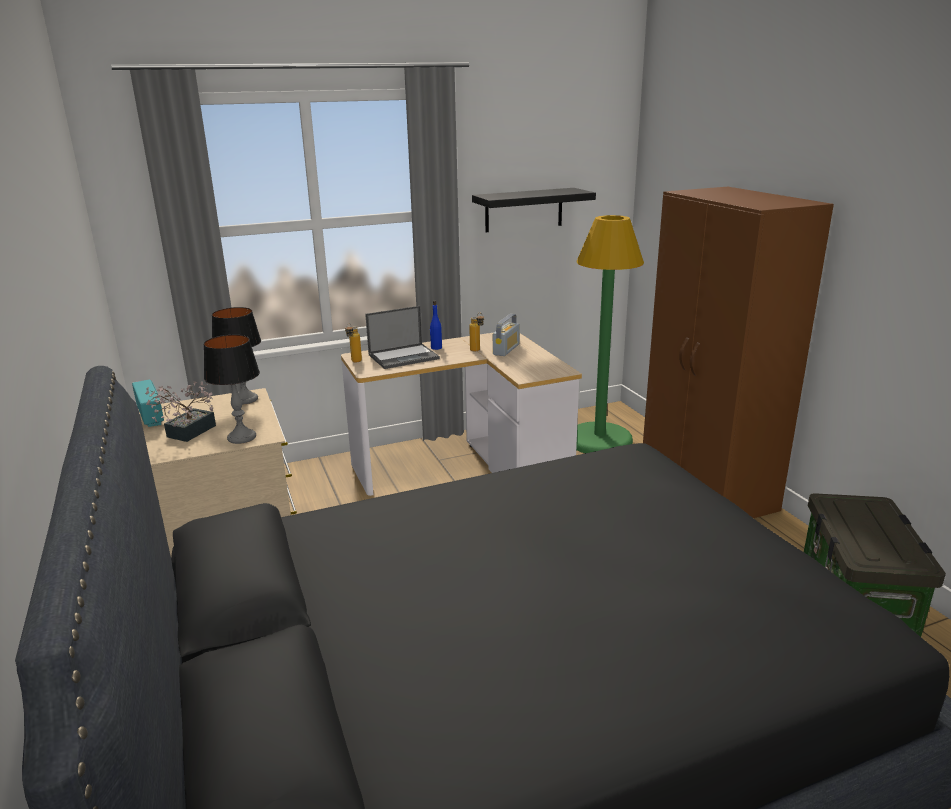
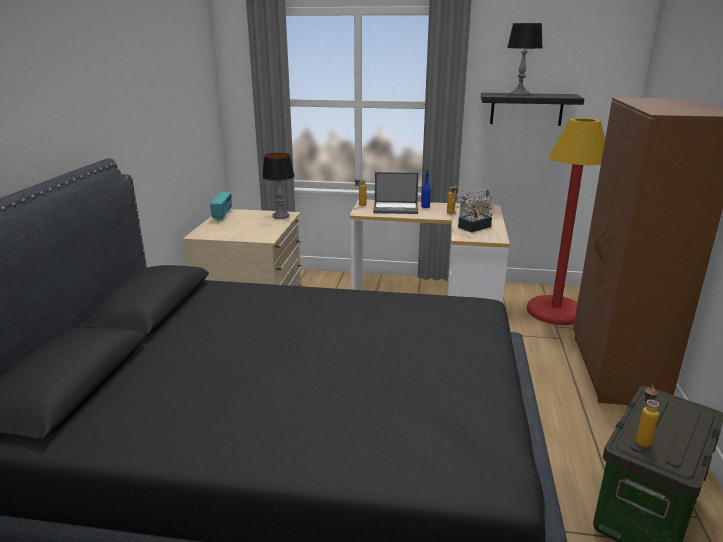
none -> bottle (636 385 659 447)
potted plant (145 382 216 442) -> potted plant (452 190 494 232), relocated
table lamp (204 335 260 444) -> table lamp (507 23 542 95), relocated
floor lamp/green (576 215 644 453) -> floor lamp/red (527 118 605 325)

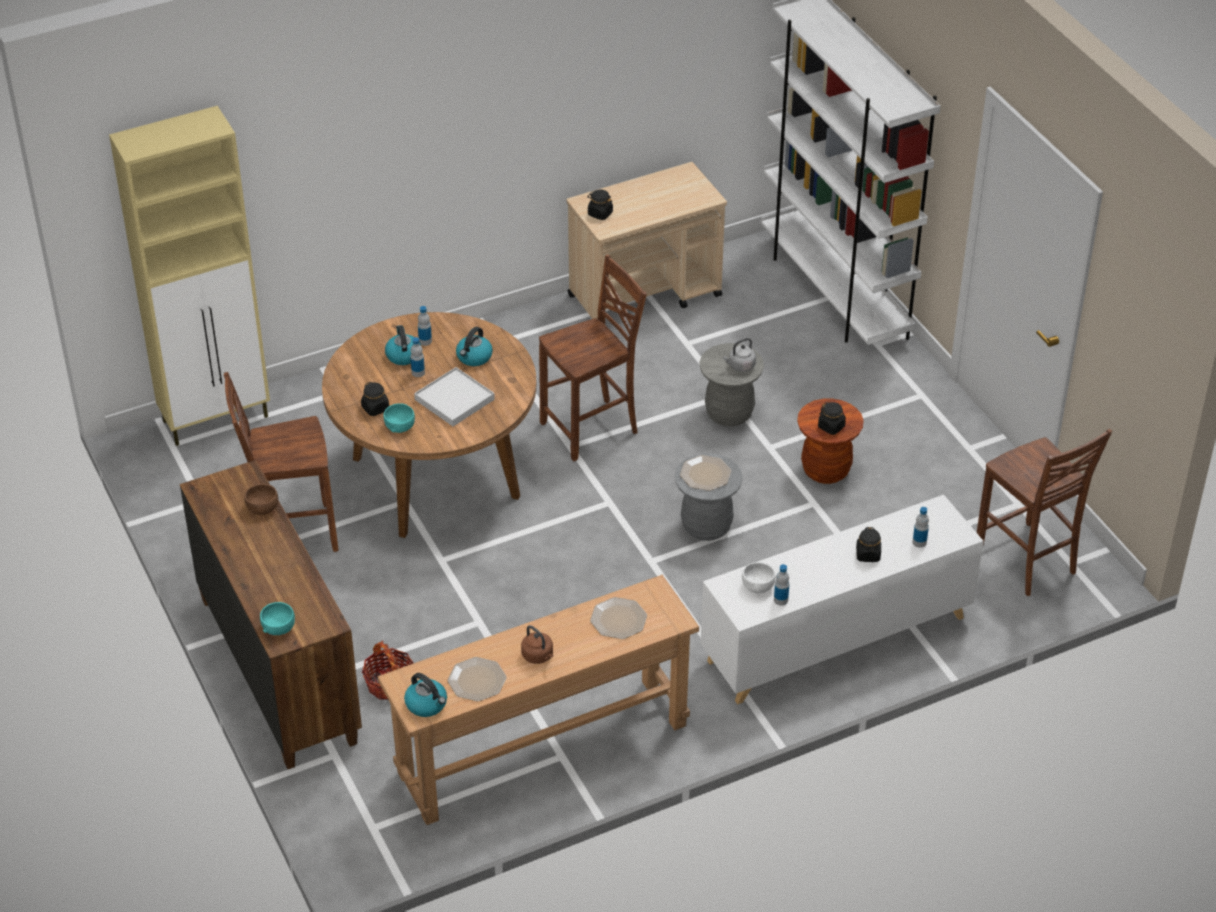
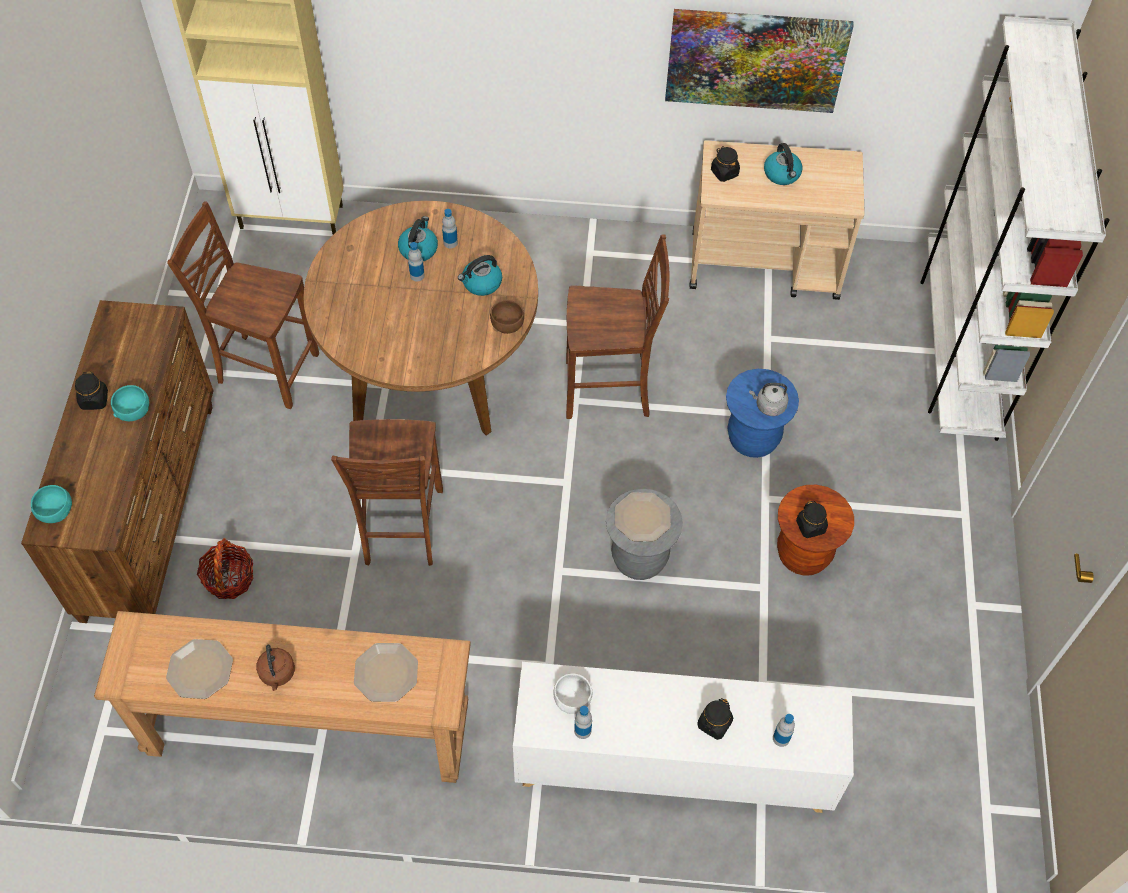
tray/white (414 367 495 426) -> none
none -> picture (665 9 854 113)
bowl/brown (244 484 278 515) -> bowl/brown (490 300 524 334), relocated
jar/black (361 382 389 416) -> jar/black (75 371 108 410), relocated
bowl/turquoise (383 403 415 433) -> bowl/turquoise (111 385 149 421), relocated
kettle (404 673 447 717) -> kettle (764 143 802 185), relocated
chair/brown (977 429 1112 596) -> chair/brown (331 419 443 566), relocated
stool/grey (699 343 764 426) -> stool/blue (726 369 799 458)

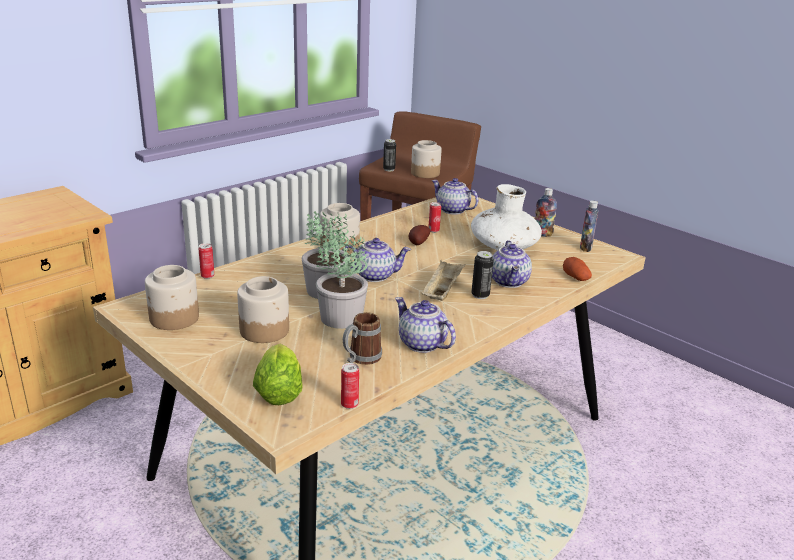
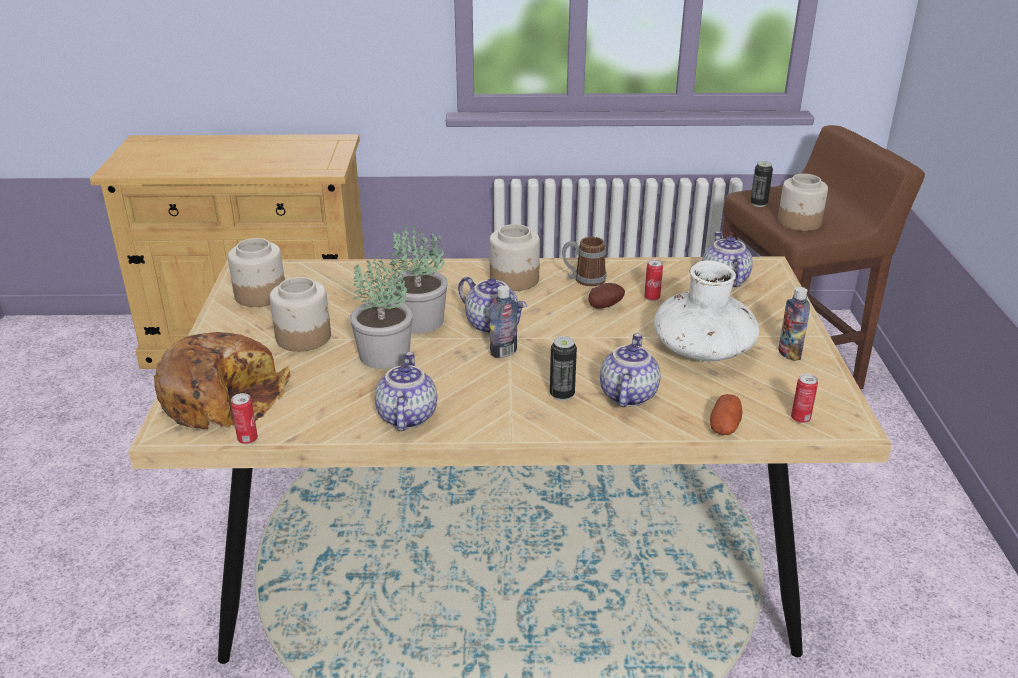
tray/beige (422 260 466 301) -> none
can (198 243 214 279) -> can (791 374 818 423), relocated
mug (343 312 382 365) -> mug (562 237 606 287), relocated
bottle (580 200 598 252) -> bottle (490 285 517 358), relocated
lettuce (253 344 303 405) -> bread (154 332 290 429)
teapot (492 240 532 288) -> teapot (600 333 660 407), 150 degrees clockwise

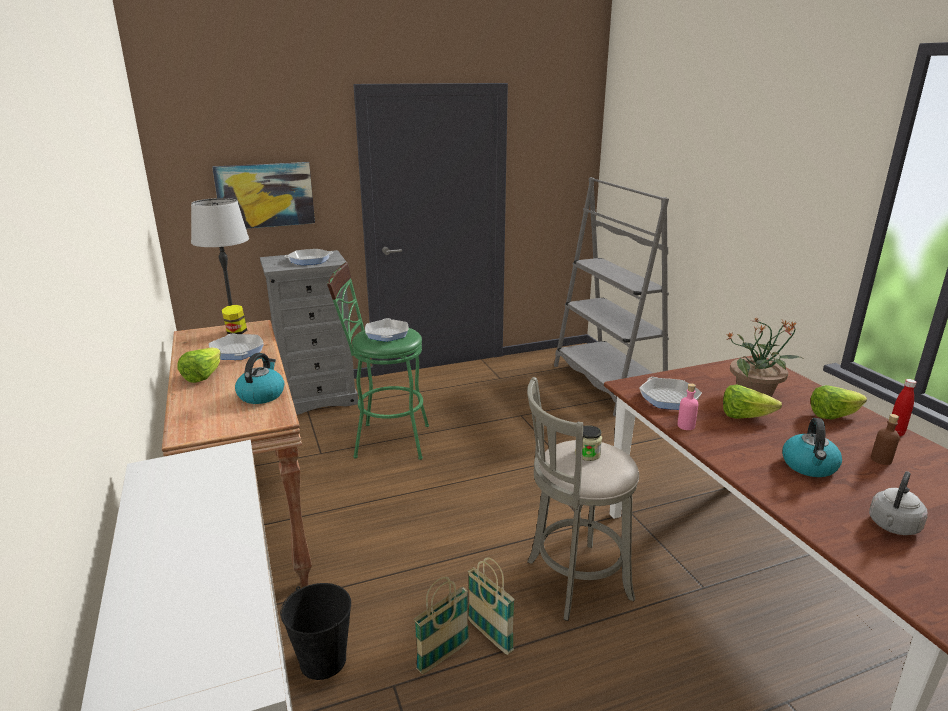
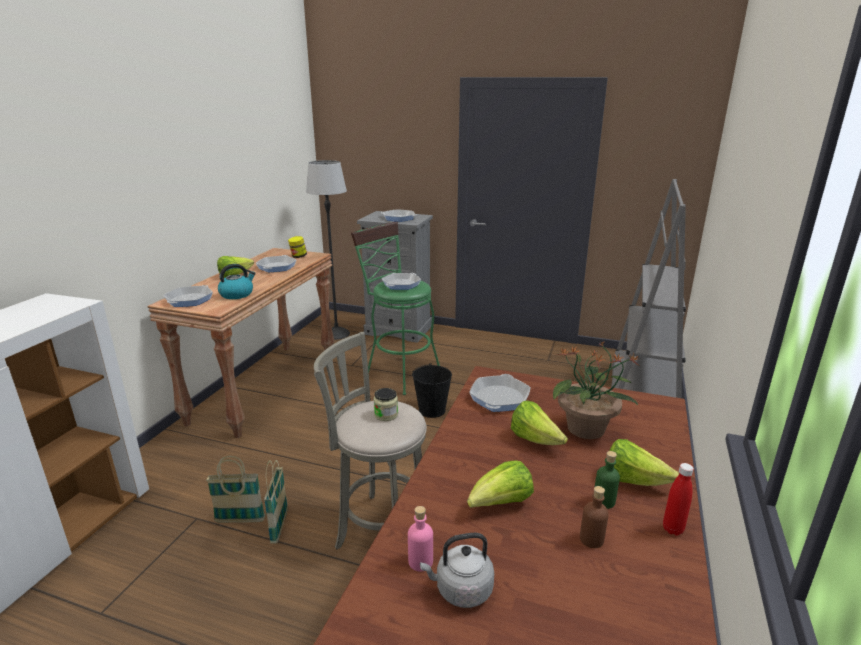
picture (212 162 315 229) -> none
none -> frying pan (164 285 213 307)
none -> bottle/green (595 451 620 509)
bucket/black (280 583 351 680) -> bucket/black (412 363 452 418), relocated
bottle/pink (677 383 698 430) -> bottle/pink (408 506 433 572), relocated
kettle (782 418 842 477) -> lettuce (467 460 534 508)

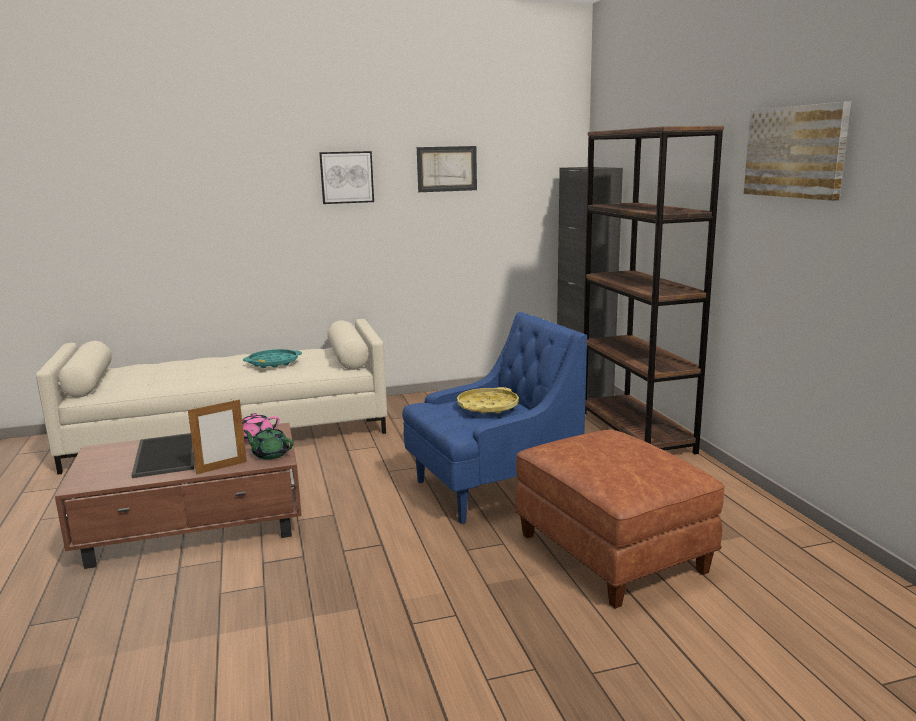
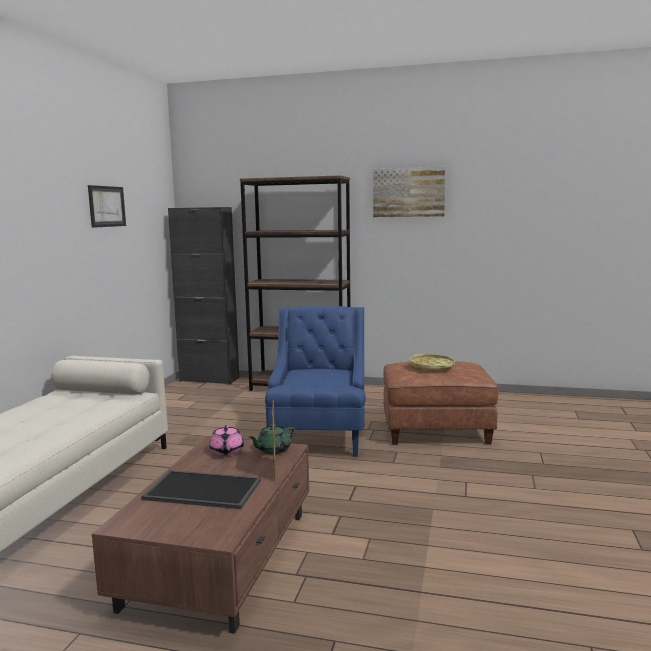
tray/turquoise (243 349 302 368) -> none
picture (319 151 374 204) -> none
tray/yellow (457 387 519 414) -> tray/yellow (409 354 455 371), relocated

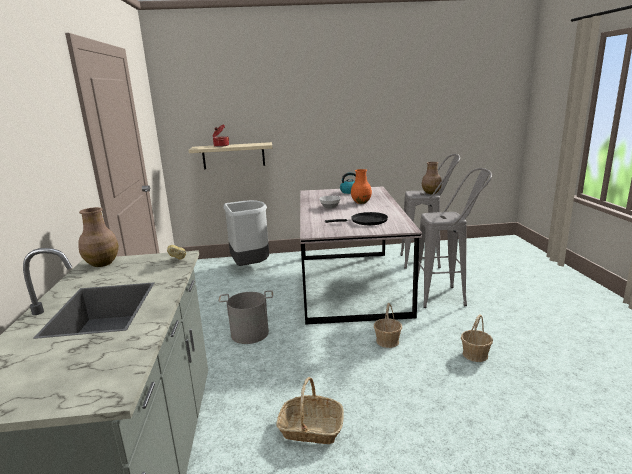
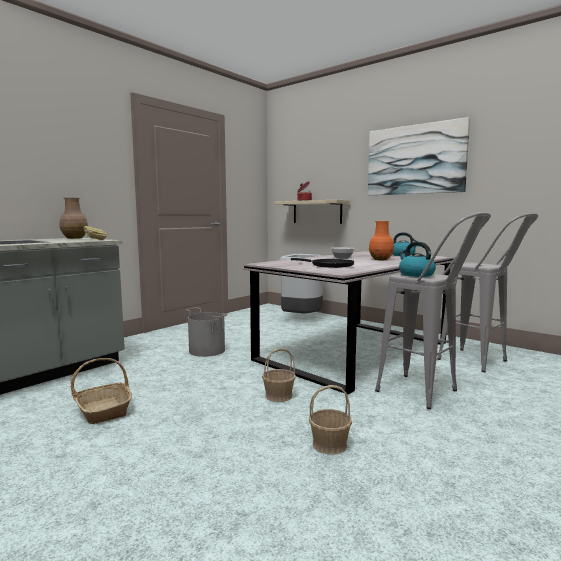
vase/brown (422 162 442 194) -> none
none -> picture (368 117 470 195)
none -> kettle (399 242 436 277)

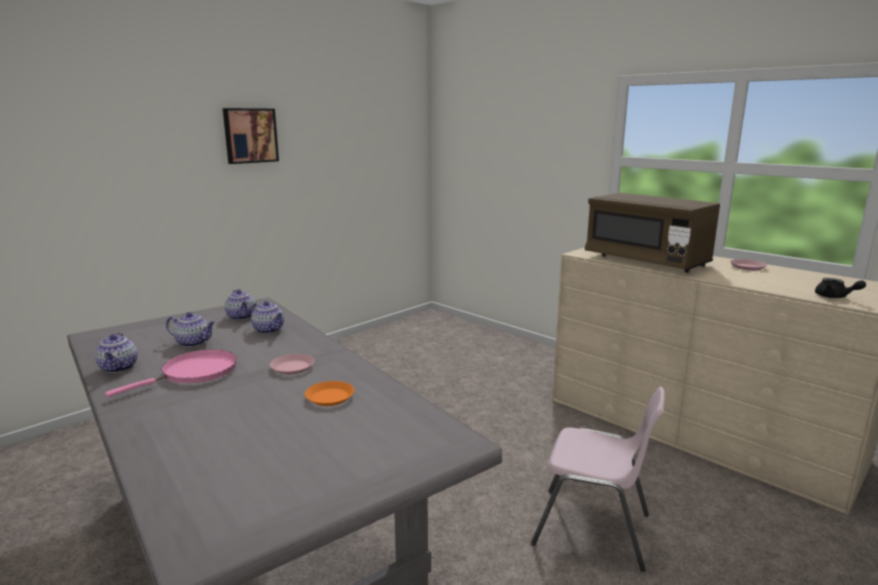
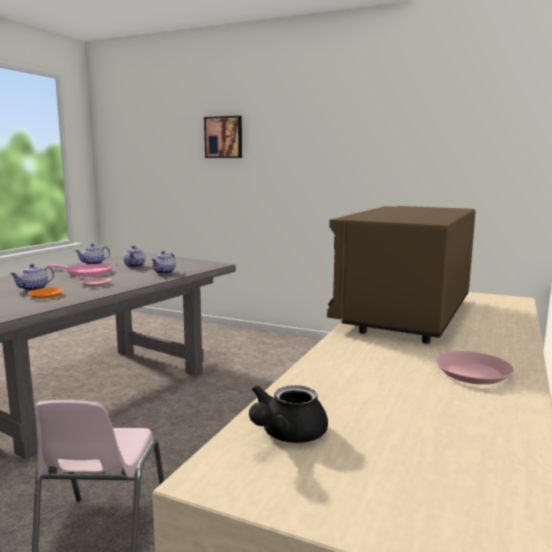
picture (223 108 279 164) -> picture (204 116 242 158), relocated
teapot (225 289 256 320) -> teapot (11 264 54 291), relocated

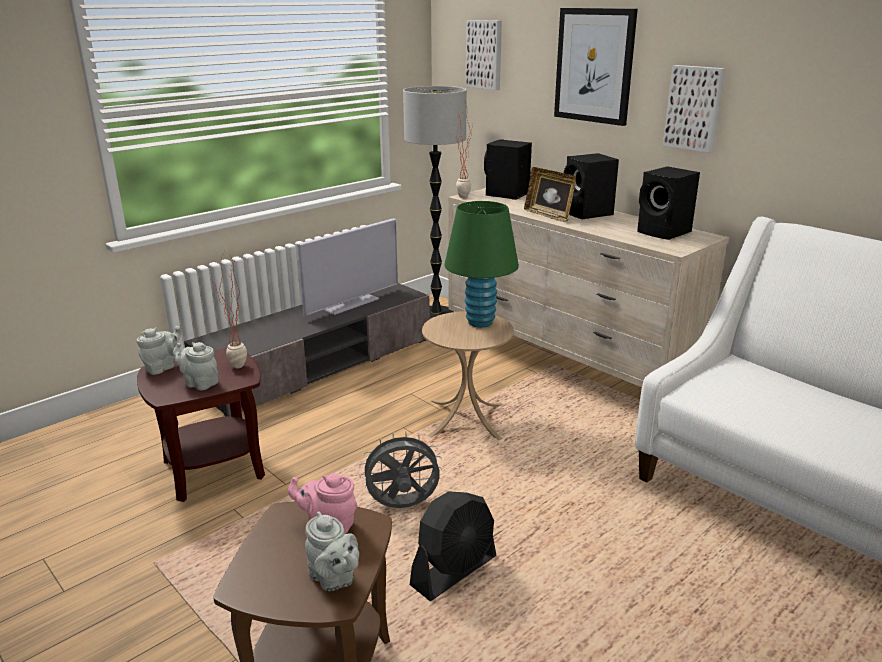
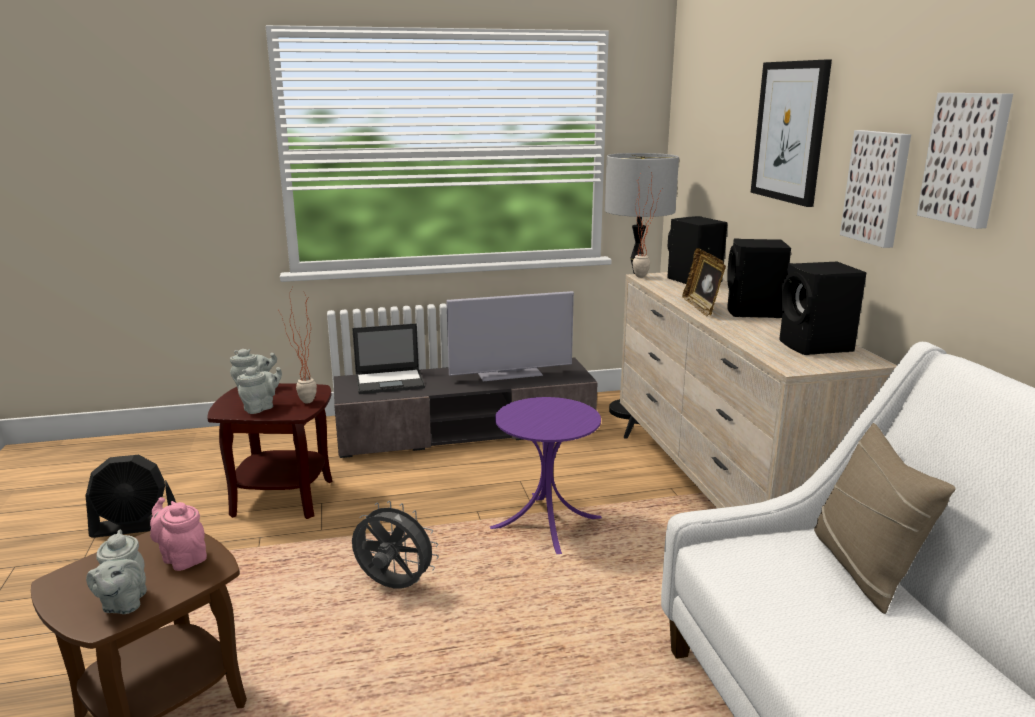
table lamp/green (445 201 519 327) -> none
none -> laptop (352 323 425 394)
none -> pillow/beige (814 423 956 614)
fan/black (410 491 496 601) -> fan/black (85 455 176 538), relocated
picture (466 20 502 90) -> picture (917 93 1013 229), relocated
side table/beige (422 311 514 440) -> side table/purple (490 397 602 554)
teapot/grey (173 342 218 390) -> teapot/grey (237 366 282 414), 75 degrees clockwise

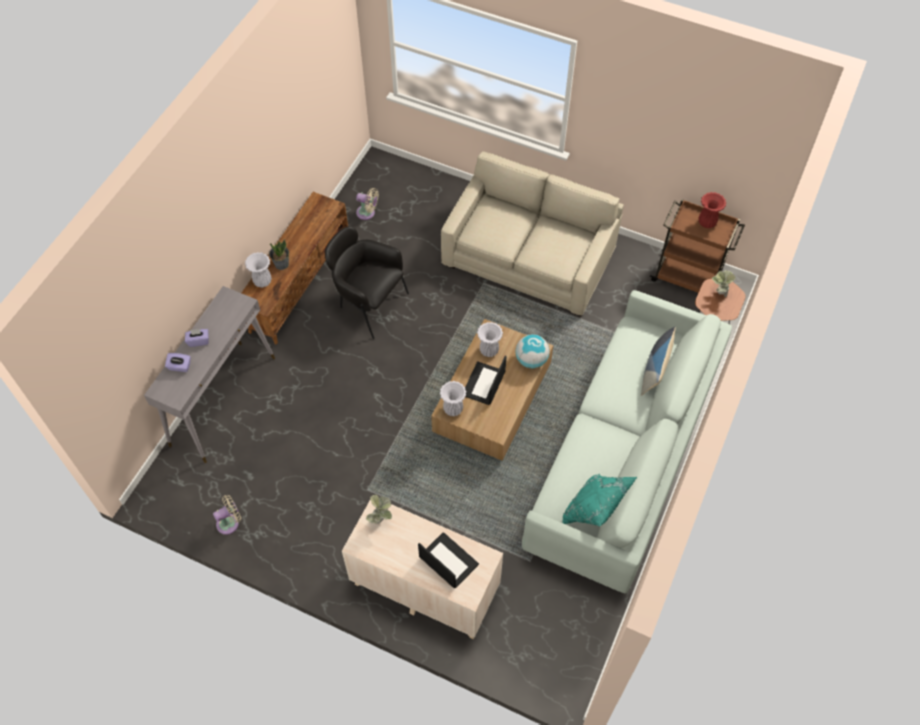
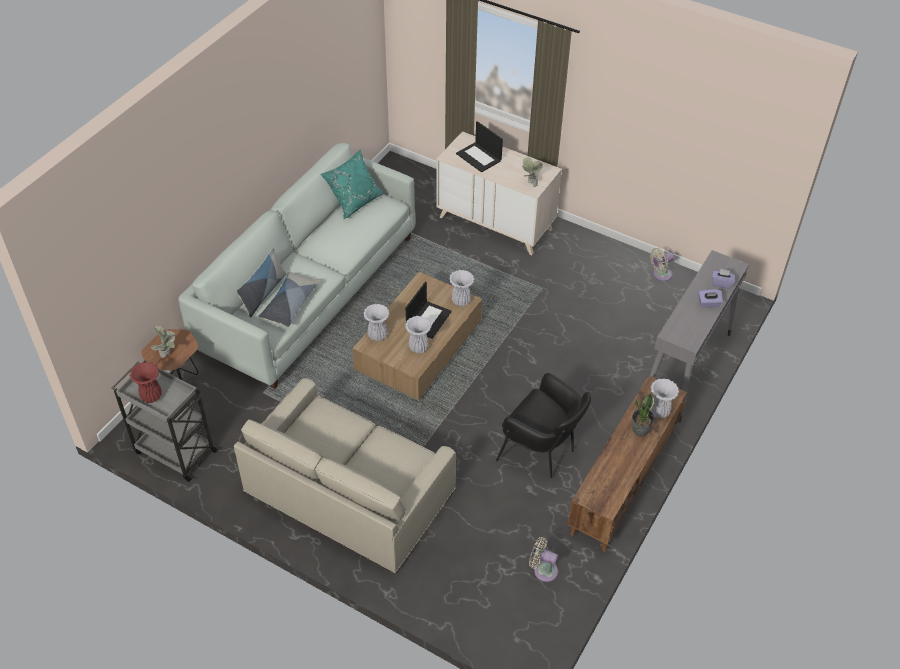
none -> pillow (258 272 319 327)
globe (515 334 550 369) -> vase/white (363 304 390 341)
cart/brown (650 199 745 293) -> cart/grey (111 361 218 482)

